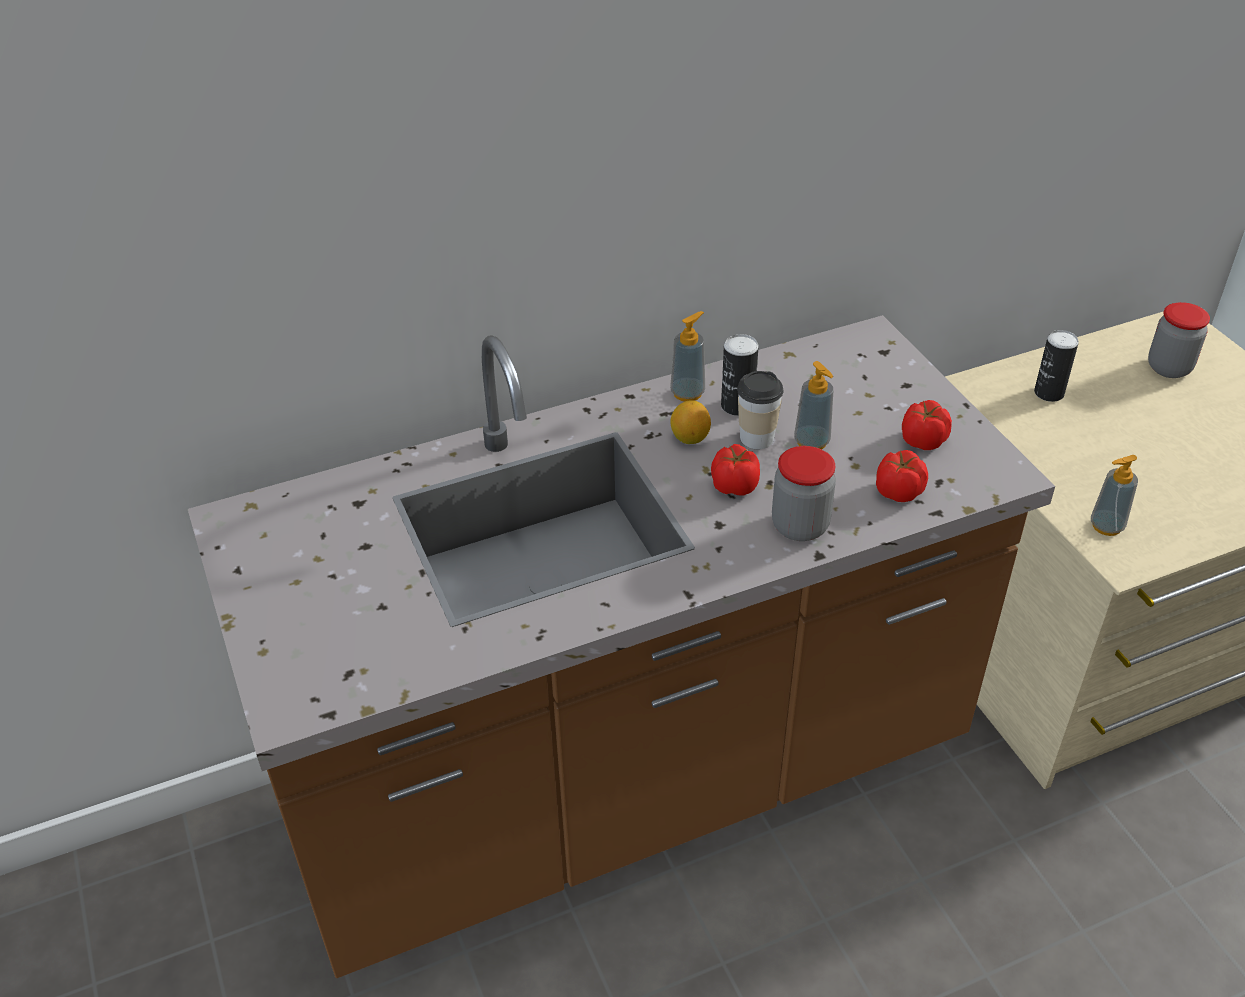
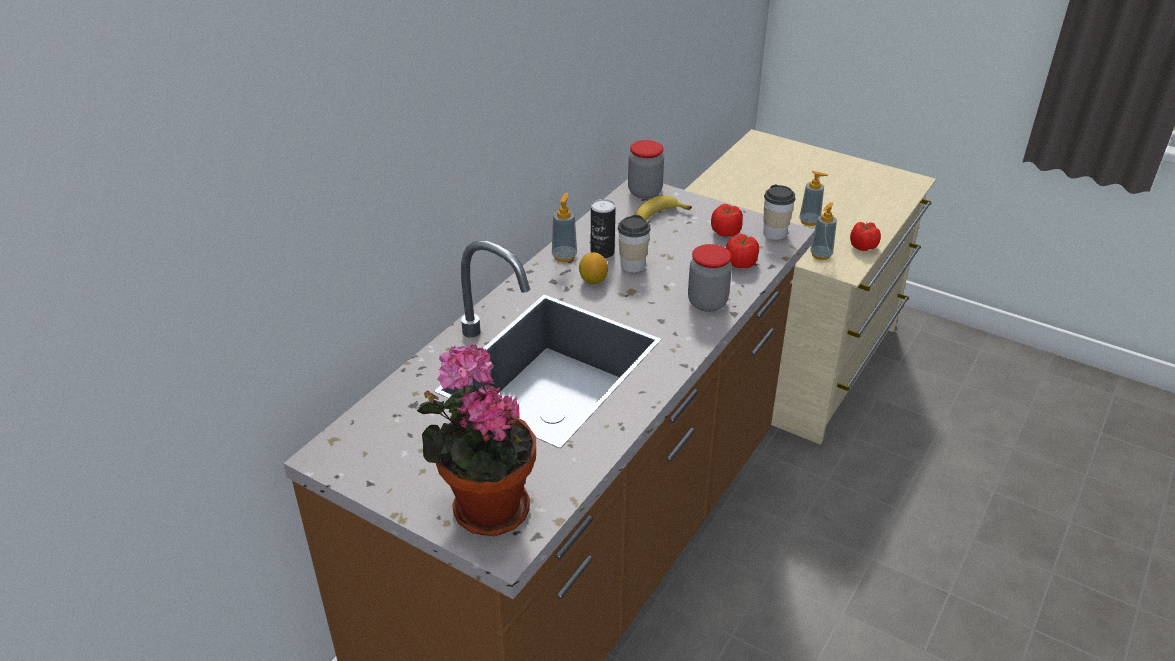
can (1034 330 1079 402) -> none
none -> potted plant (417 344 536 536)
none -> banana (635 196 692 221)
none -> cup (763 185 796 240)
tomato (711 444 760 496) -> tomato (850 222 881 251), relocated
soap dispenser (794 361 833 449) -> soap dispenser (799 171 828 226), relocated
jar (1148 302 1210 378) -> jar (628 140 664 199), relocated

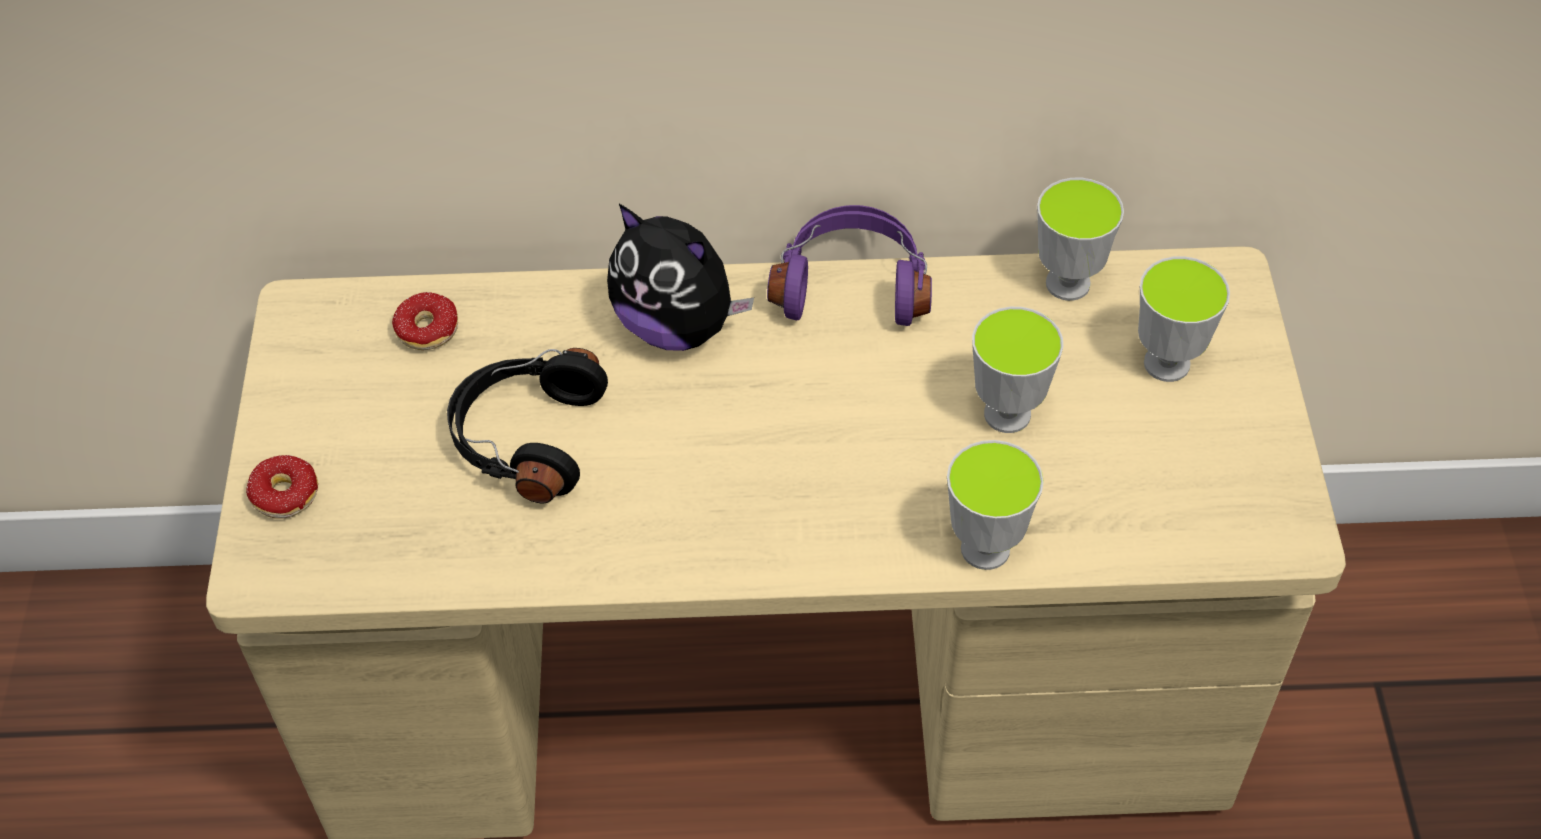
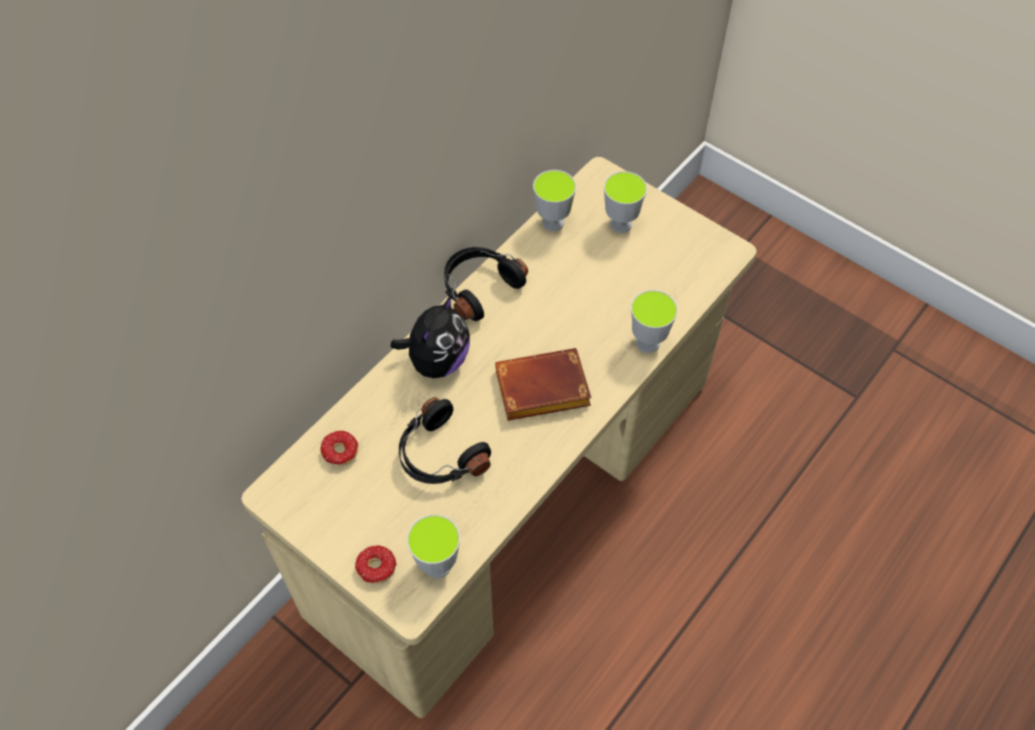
none -> book/brown (495 348 591 421)
cup (972 307 1063 433) -> cup (407 515 460 578), relocated
headphones/purple (767 205 932 326) -> headphones/black (444 247 528 321)
plush toy (607 204 754 351) -> plush toy (390 294 470 378), 45 degrees counterclockwise

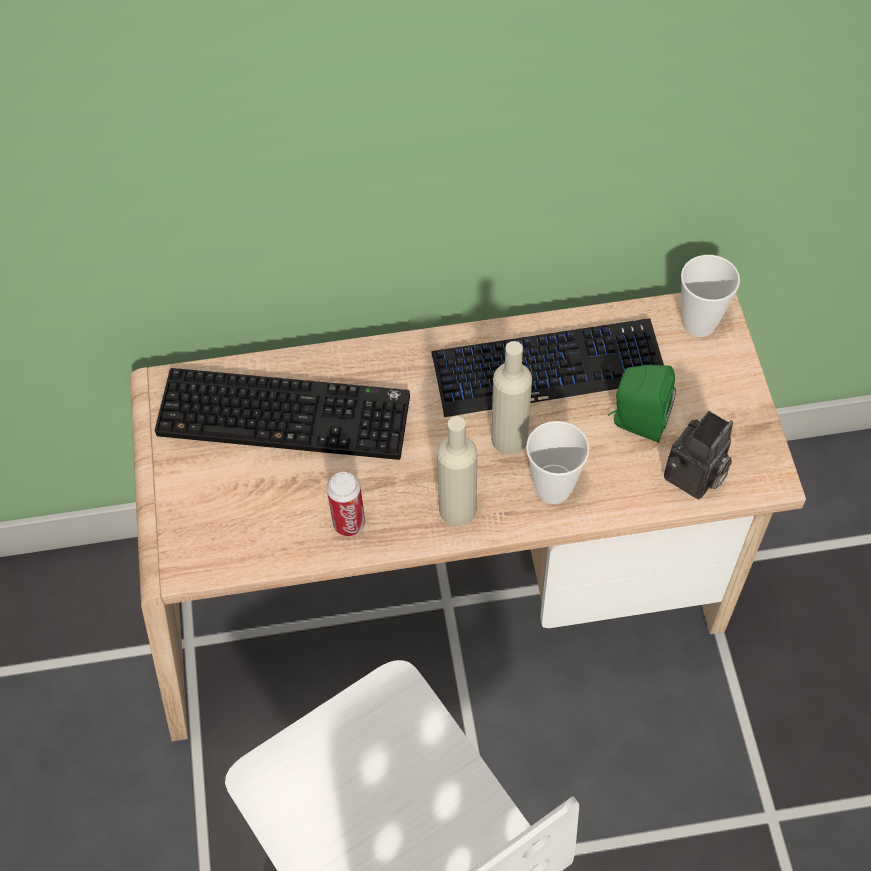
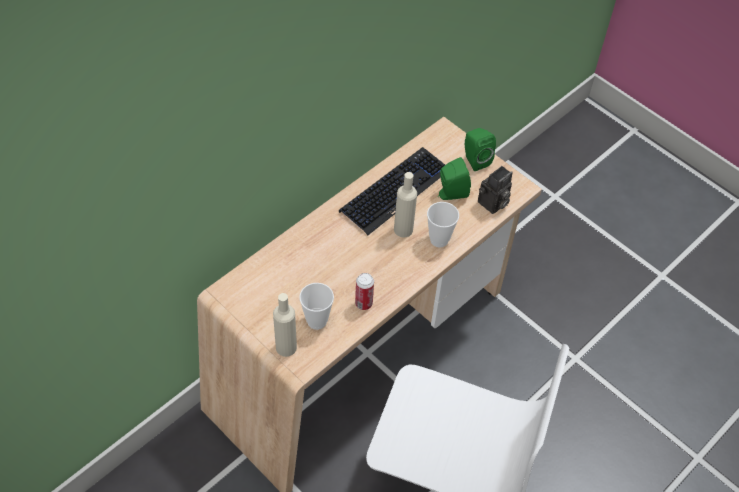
keyboard (155 368 410 460) -> none
none -> speaker/green (465 128 496 171)
bottle/beige (437 416 477 526) -> bottle/beige (273 293 297 357), relocated
cup (681 255 740 337) -> cup (299 283 334 330), relocated
photo camera (664 411 733 499) -> photo camera (478 166 513 214), 45 degrees clockwise

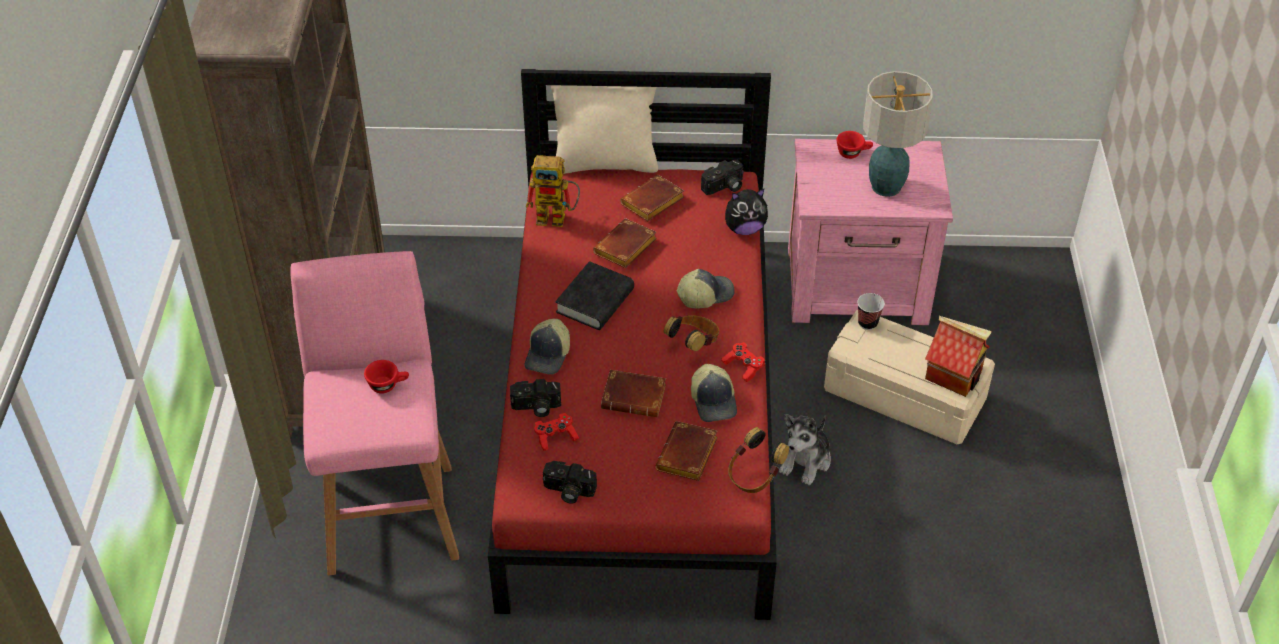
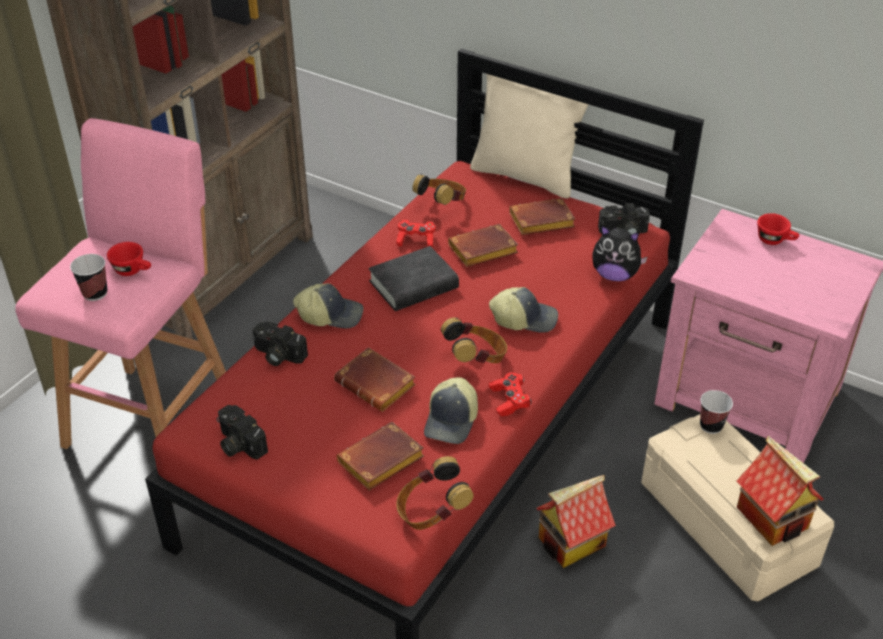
table lamp (863 71 933 197) -> none
none -> cup (70 254 107 301)
game controller/red (534 413 579 451) -> game controller/red (396 220 436 247), relocated
toy robot (526 155 580 227) -> headphones (412 174 466 205)
plush toy (779 414 831 485) -> toy house (536 475 616 568)
cap (524 319 570 374) -> cap (293 283 363 328), 135 degrees counterclockwise

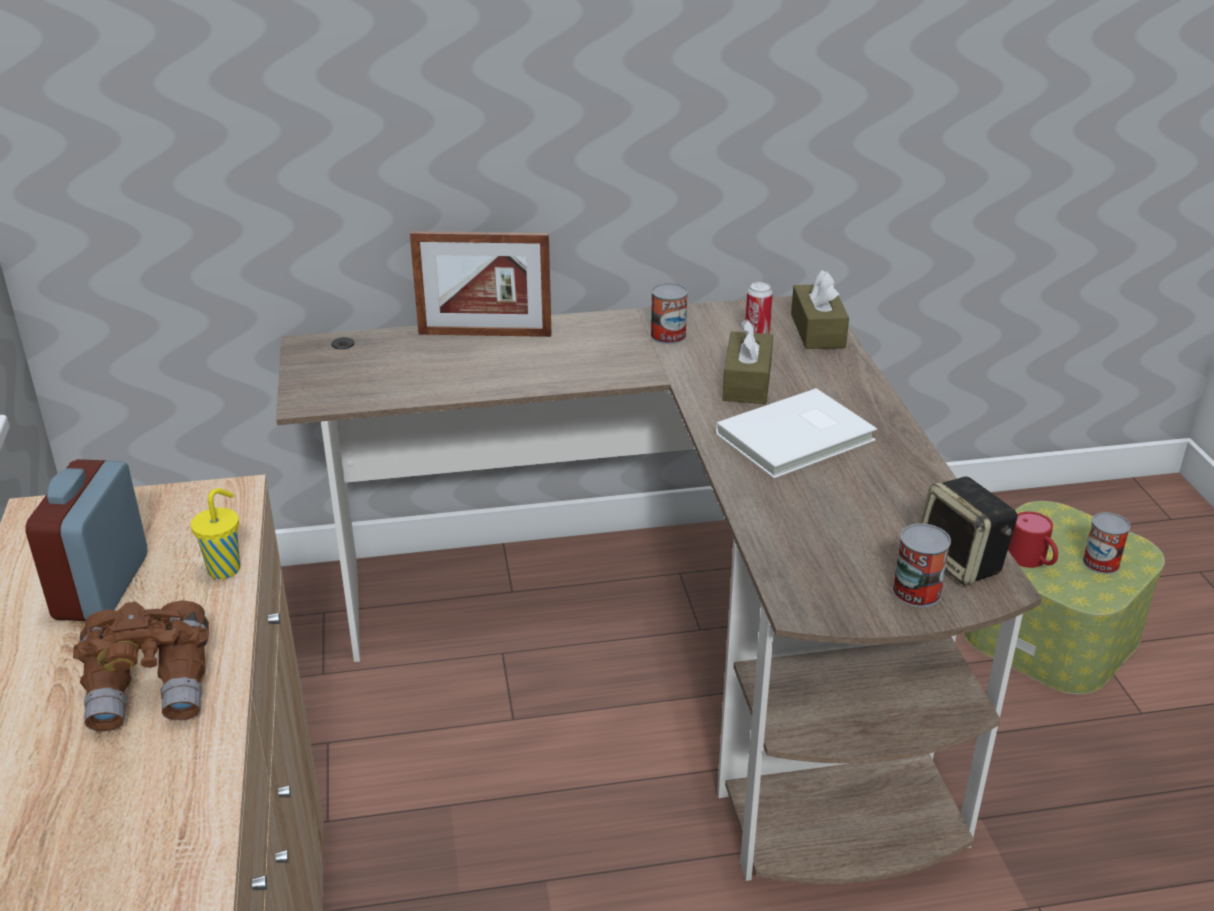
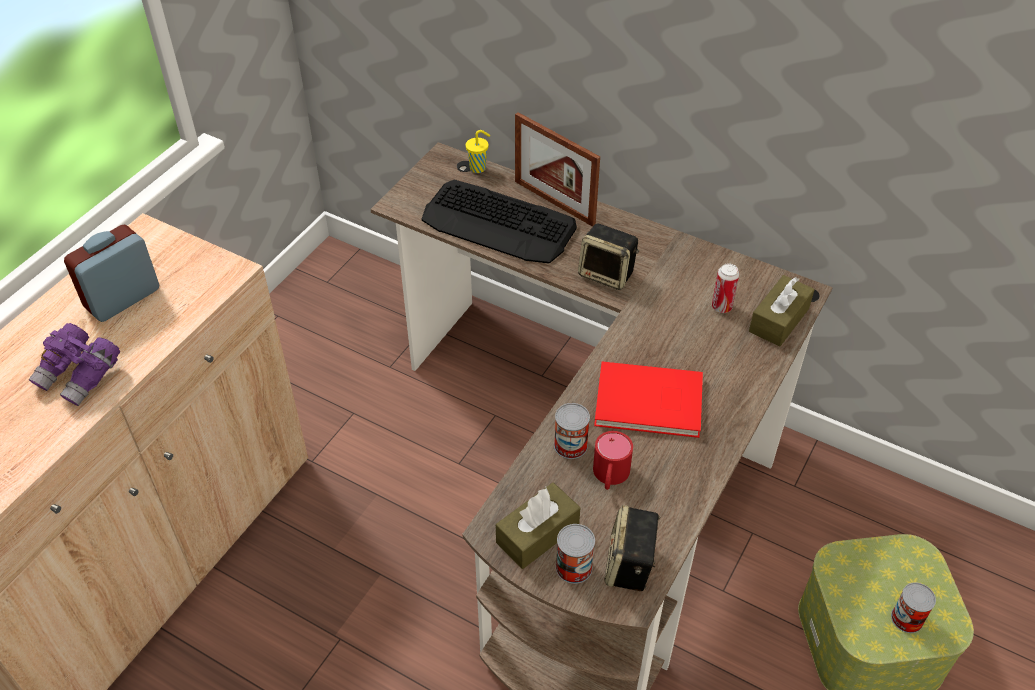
none -> keyboard (422 180 577 264)
none -> speaker (578 223 639 290)
cup/yellow (190 488 240 579) -> cup/yellow (466 130 490 173), relocated
can (651 283 688 344) -> can (554 403 590 459), relocated
tissue box/brown (722 319 773 404) -> tissue box/brown (496 483 580 569), relocated
mug/red (1008 512 1058 568) -> mug/red (593 431 633 490), relocated
binoculars/brown (73 600 209 732) -> binoculars/purple (29 323 120 406)
book/white (715 388 877 478) -> book/red (594 362 703 438)

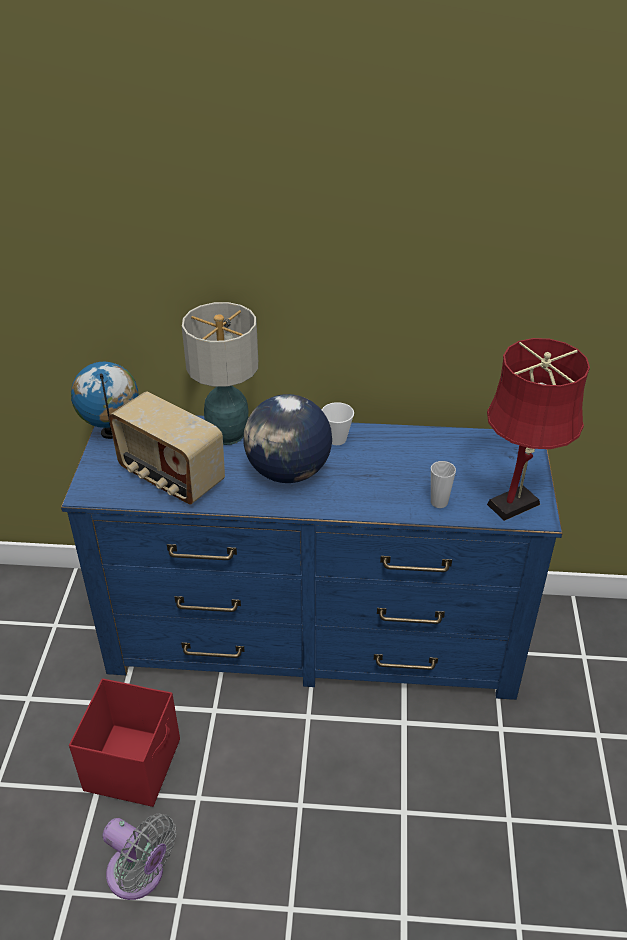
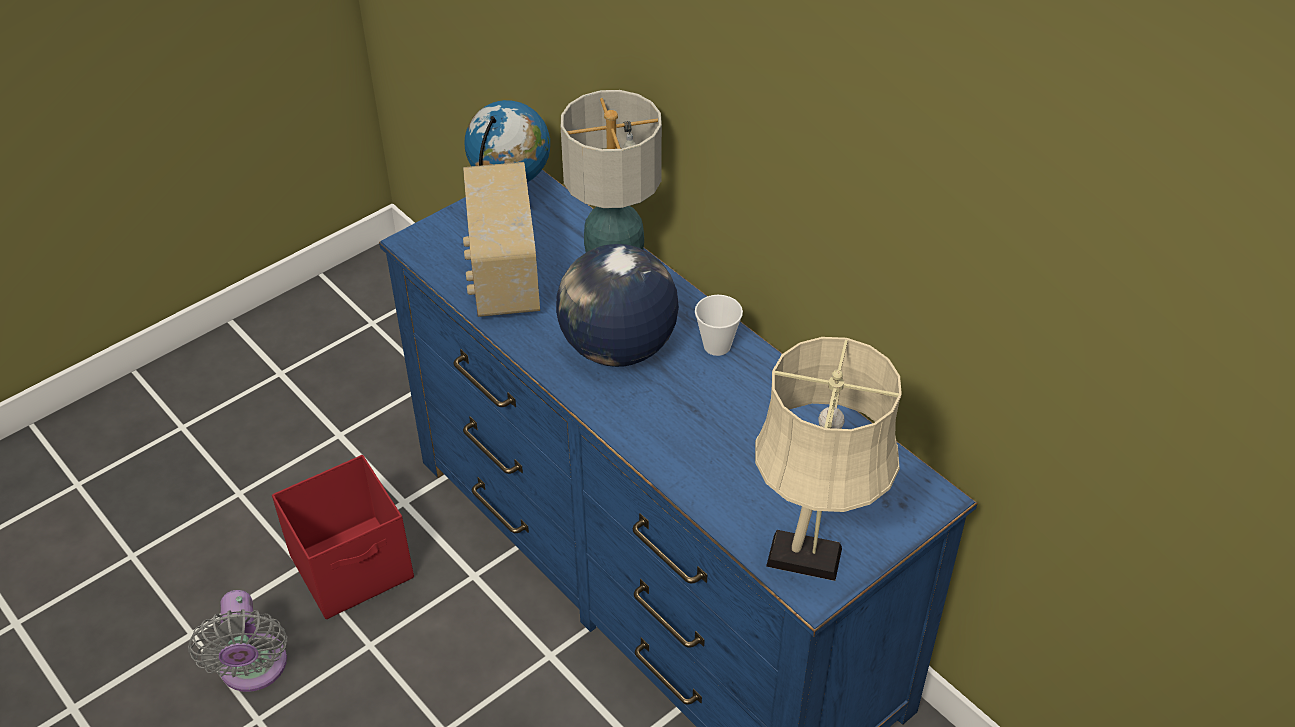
cup (431 461 456 508) -> none
table lamp/red (487 338 590 521) -> table lamp/beige (755 337 902 581)

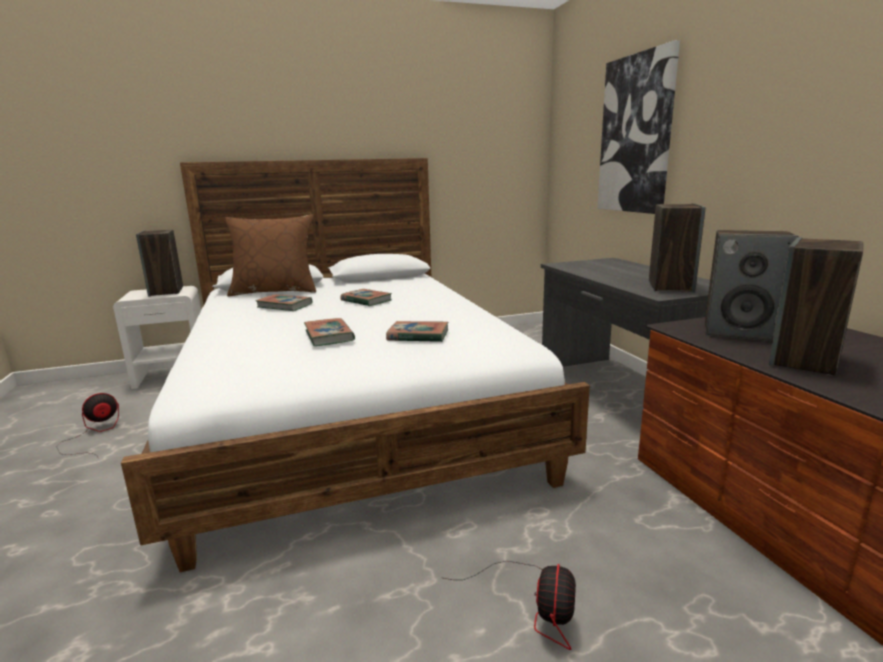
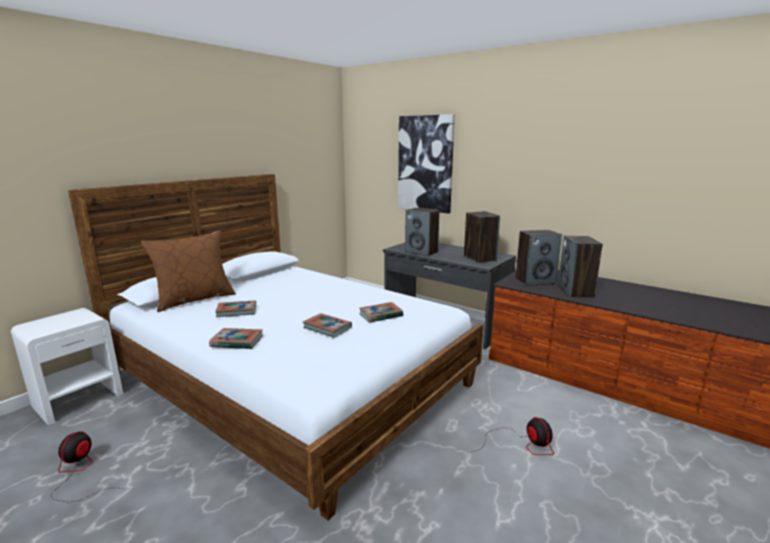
speaker (136 230 183 297) -> speaker (405 208 440 256), relocated
book (340 289 392 306) -> book (209 328 263 349), relocated

